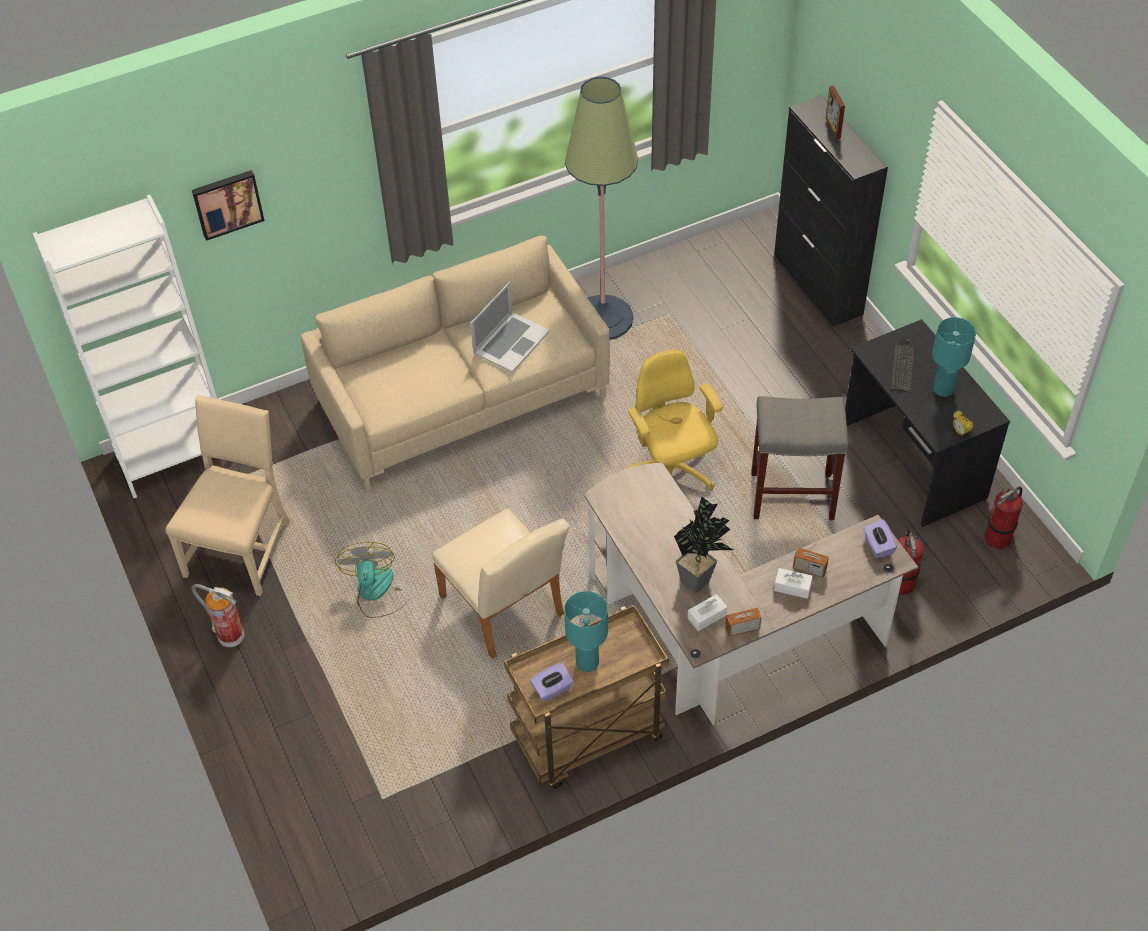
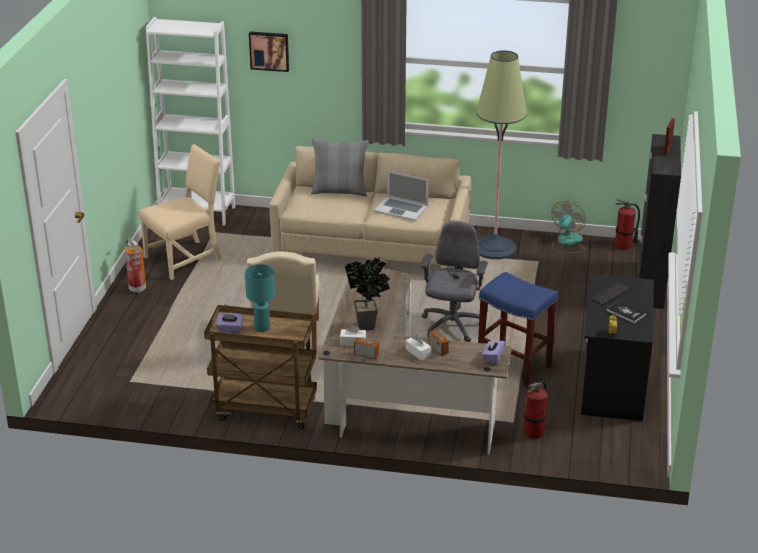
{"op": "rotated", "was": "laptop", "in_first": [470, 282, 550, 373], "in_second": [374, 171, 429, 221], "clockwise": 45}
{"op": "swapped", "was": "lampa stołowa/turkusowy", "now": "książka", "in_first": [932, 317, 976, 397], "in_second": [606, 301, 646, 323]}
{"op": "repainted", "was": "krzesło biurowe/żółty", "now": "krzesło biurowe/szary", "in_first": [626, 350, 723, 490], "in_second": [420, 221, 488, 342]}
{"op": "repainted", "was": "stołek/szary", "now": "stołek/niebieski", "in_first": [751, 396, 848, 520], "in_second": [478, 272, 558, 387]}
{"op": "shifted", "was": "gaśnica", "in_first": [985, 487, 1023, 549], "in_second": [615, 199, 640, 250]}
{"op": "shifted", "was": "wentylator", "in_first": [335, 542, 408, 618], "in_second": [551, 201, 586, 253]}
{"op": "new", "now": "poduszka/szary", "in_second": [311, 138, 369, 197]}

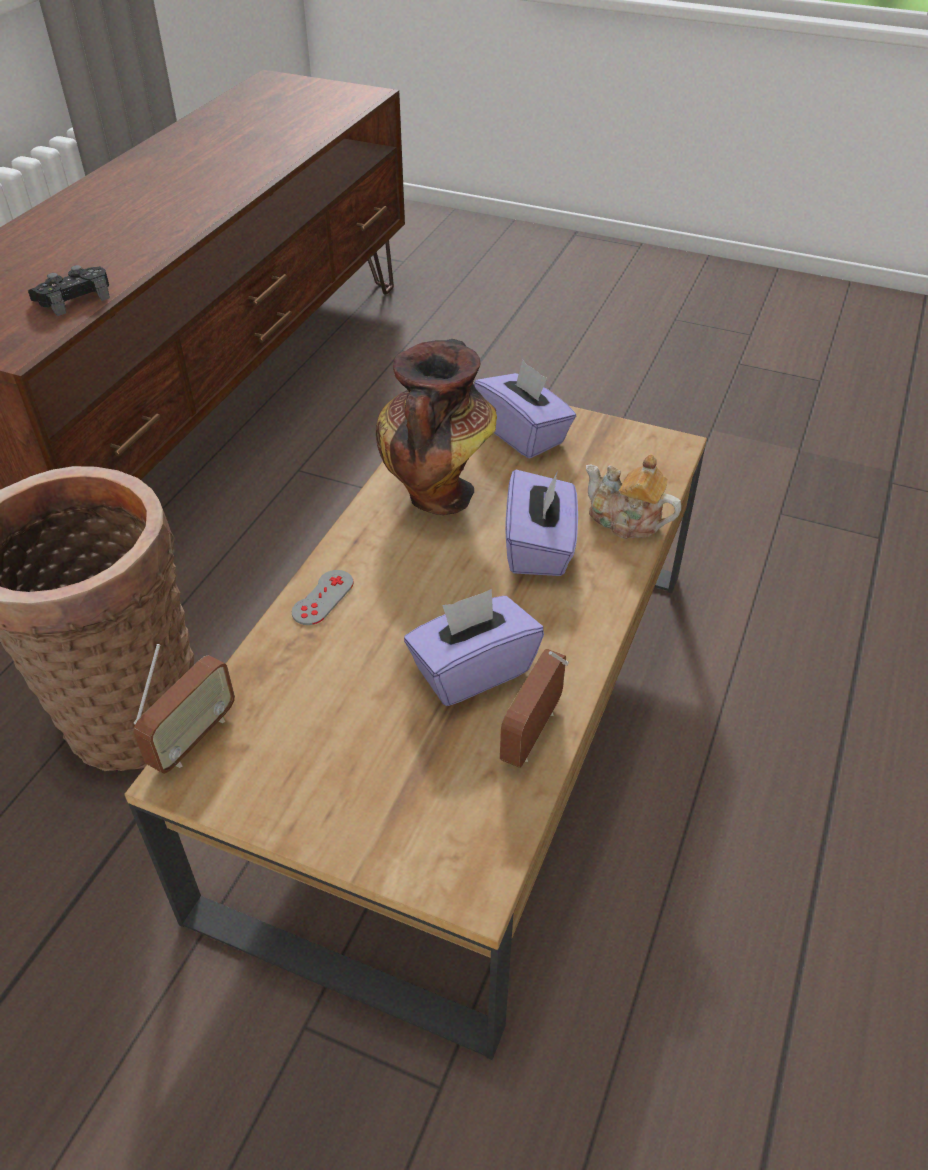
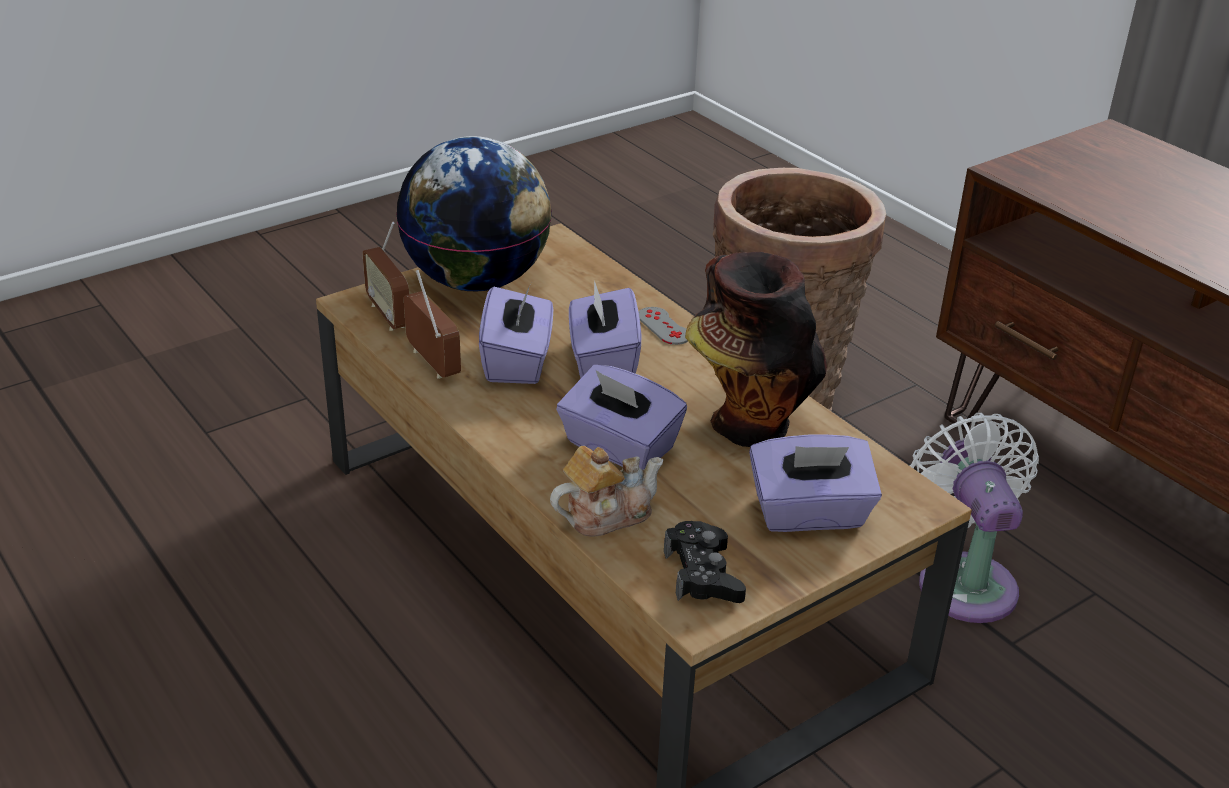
{"op": "shifted", "was": "pad do gier/czarny", "in_first": [28, 265, 110, 316], "in_second": [664, 521, 746, 603]}
{"op": "shifted", "was": "radio", "in_first": [133, 644, 235, 774], "in_second": [362, 222, 409, 331]}
{"op": "new", "now": "globus", "in_second": [396, 136, 552, 291]}
{"op": "new", "now": "pudełko chusteczek/fioletowy", "in_second": [569, 281, 641, 379]}
{"op": "new", "now": "wentylator/biały", "in_second": [909, 413, 1039, 623]}

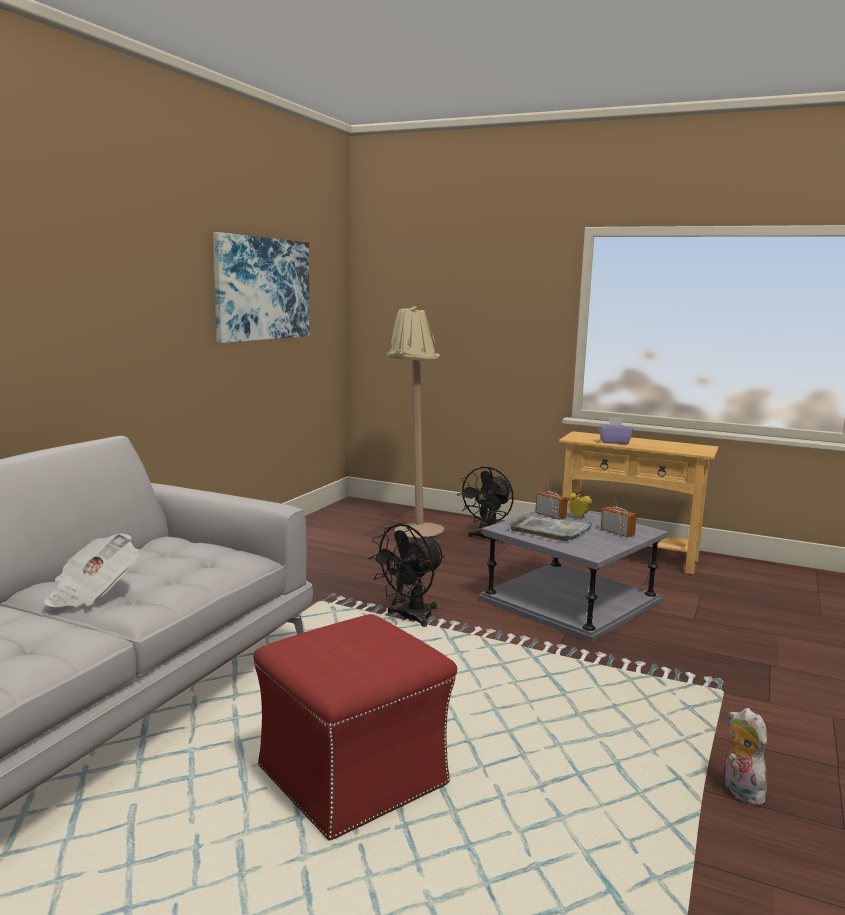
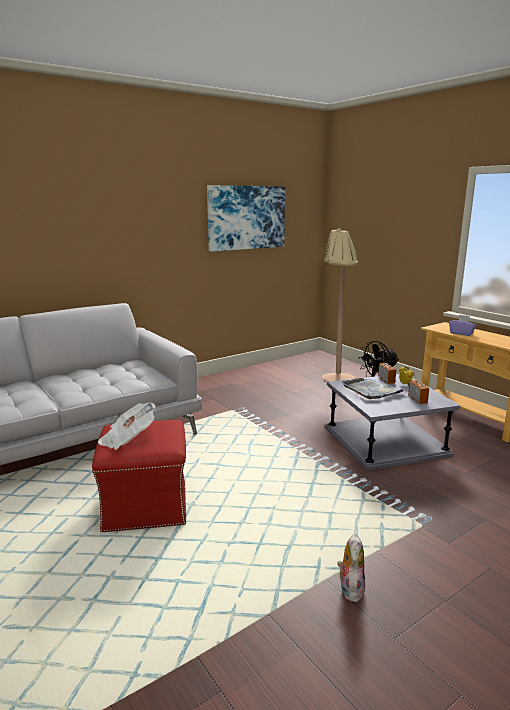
{"op": "gone", "was": "wentylator/czarny", "in_first": [368, 524, 445, 627]}
{"op": "shifted", "was": "gazeta", "in_first": [44, 533, 139, 607], "in_second": [98, 403, 156, 450]}

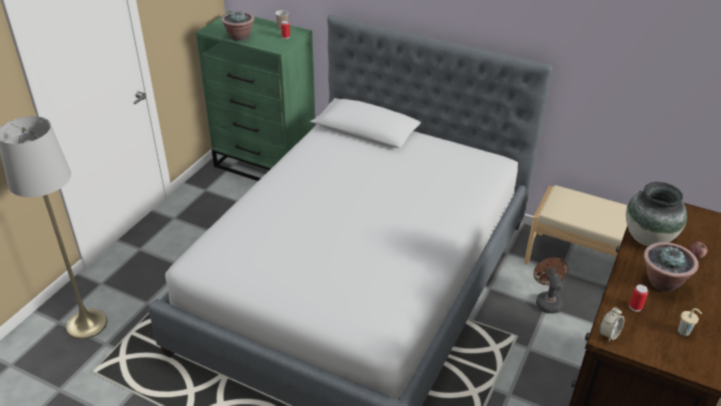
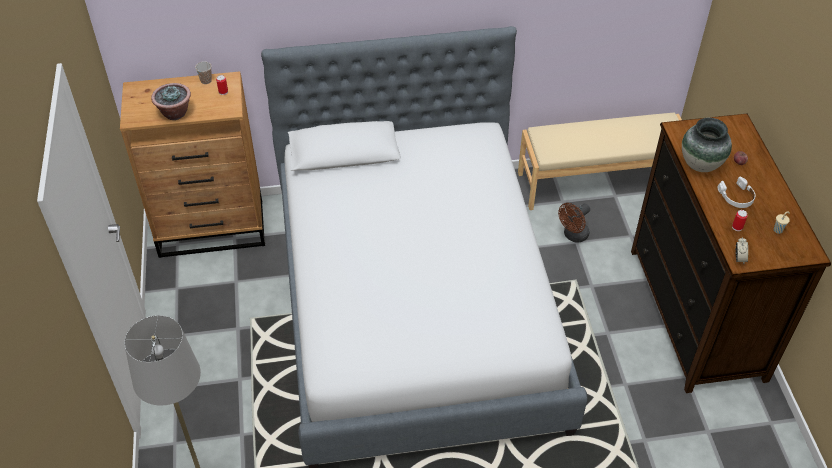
{"op": "repainted", "was": "komoda/zielony", "now": "komoda/brązowy", "in_first": [195, 11, 316, 181], "in_second": [120, 71, 265, 258]}
{"op": "swapped", "was": "roślina doniczkowa", "now": "słuchawki/biały", "in_first": [643, 242, 699, 291], "in_second": [718, 177, 756, 208]}
{"op": "rotated", "was": "wentylator/brązowy", "in_first": [534, 258, 569, 314], "in_second": [558, 203, 590, 242], "clockwise": -90}

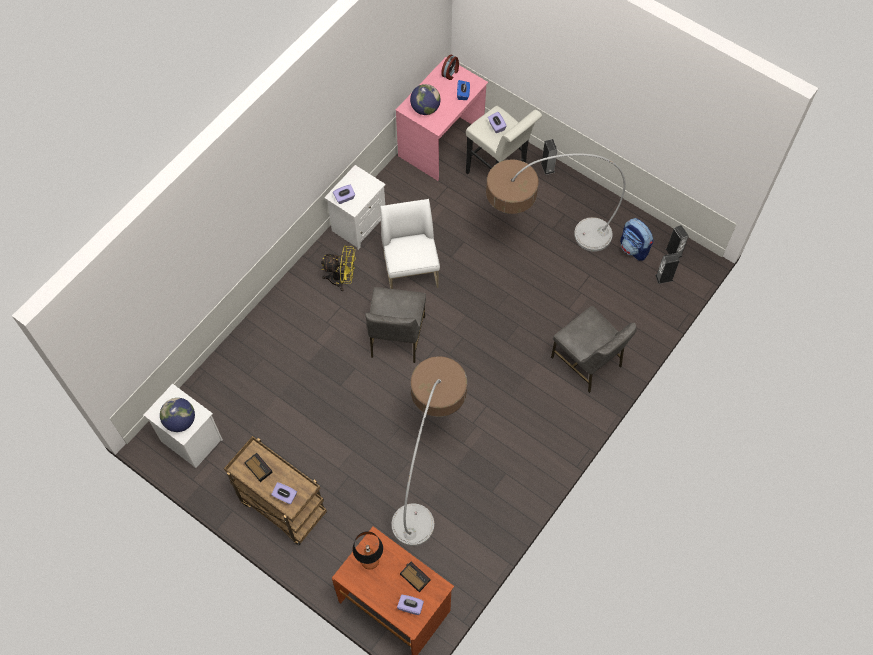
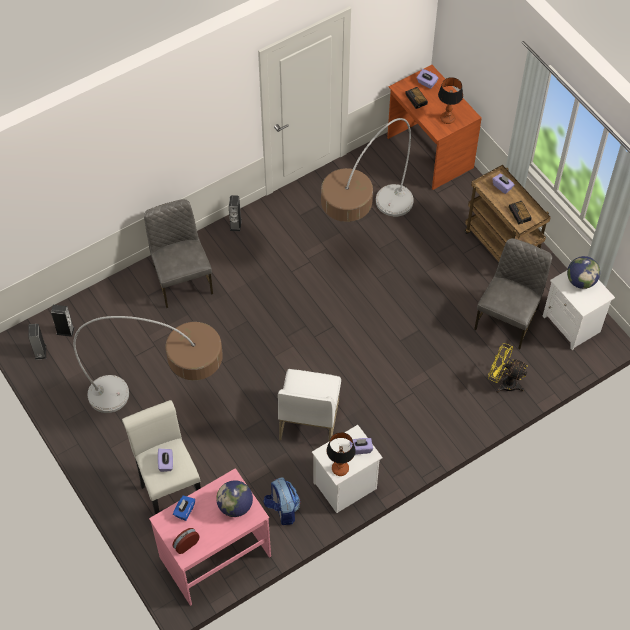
{"op": "shifted", "was": "głośnik", "in_first": [541, 139, 557, 175], "in_second": [229, 195, 242, 231]}
{"op": "shifted", "was": "plecak", "in_first": [620, 218, 654, 261], "in_second": [264, 477, 300, 525]}
{"op": "shifted", "was": "wentylator/żółty", "in_first": [321, 246, 356, 291], "in_second": [488, 343, 528, 393]}
{"op": "shifted", "was": "krzesło/szary", "in_first": [365, 287, 426, 363], "in_second": [474, 238, 552, 350]}
{"op": "new", "now": "lampa stołowa", "in_second": [327, 432, 356, 476]}

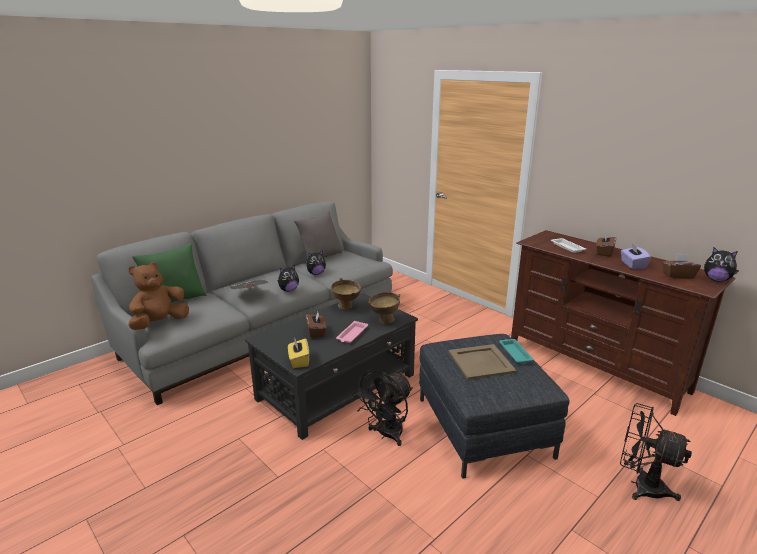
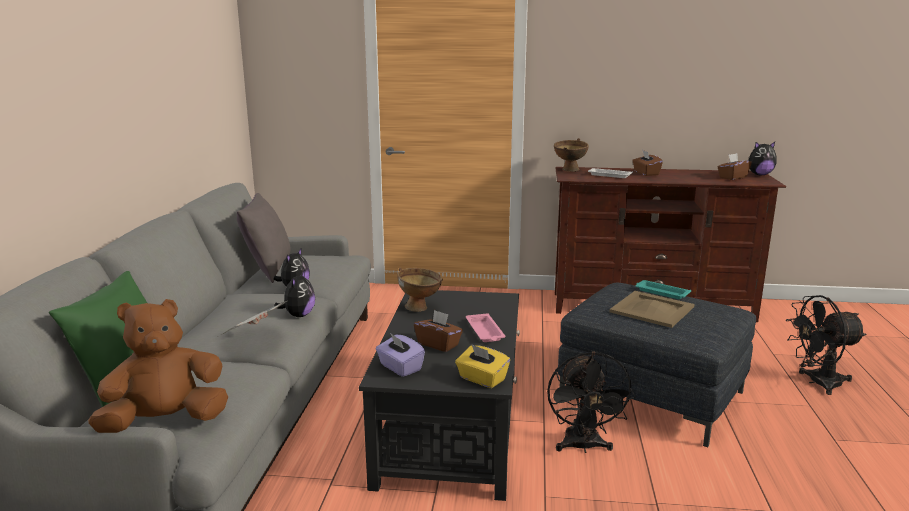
{"op": "shifted", "was": "pudełko chusteczek/fioletowy", "in_first": [621, 244, 651, 269], "in_second": [376, 333, 425, 377]}
{"op": "rotated", "was": "pluszak/brązowy", "in_first": [128, 262, 189, 330], "in_second": [88, 299, 228, 433], "clockwise": 60}
{"op": "shifted", "was": "miska/brązowy", "in_first": [368, 292, 400, 324], "in_second": [554, 138, 589, 172]}

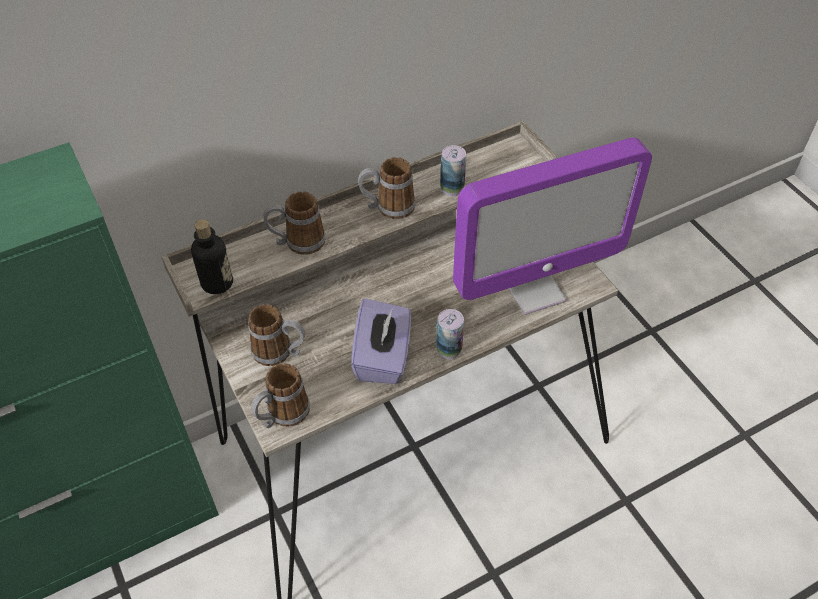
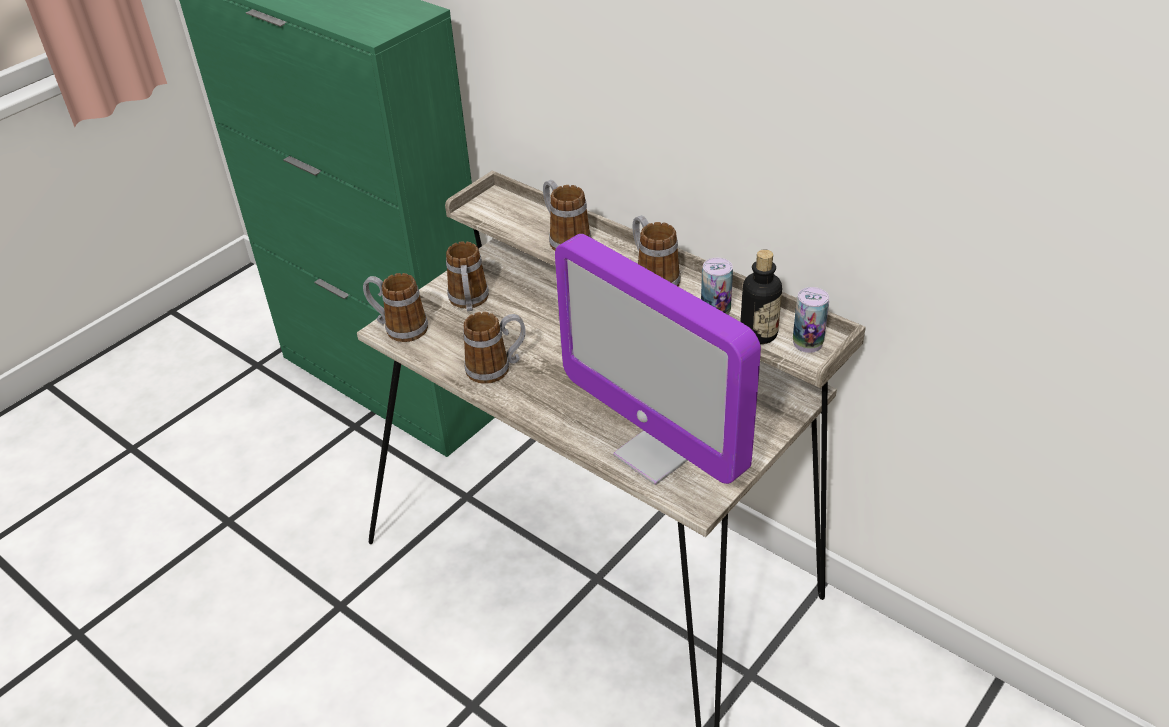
{"op": "shifted", "was": "butelka", "in_first": [191, 219, 233, 294], "in_second": [740, 250, 782, 344]}
{"op": "swapped", "was": "pudełko chusteczek/fioletowy", "now": "kubek", "in_first": [351, 298, 411, 384], "in_second": [463, 312, 526, 384]}
{"op": "shifted", "was": "puszka", "in_first": [436, 309, 464, 359], "in_second": [793, 287, 829, 353]}

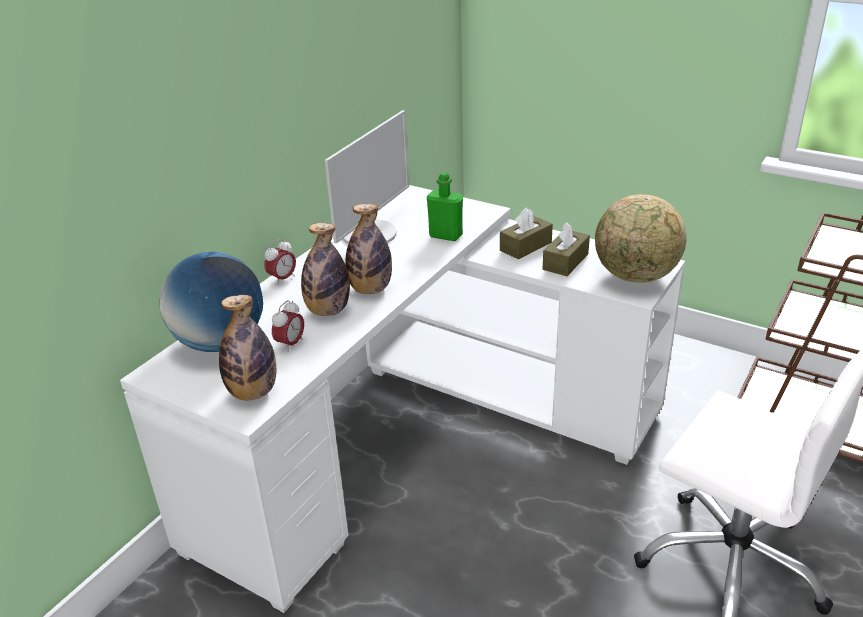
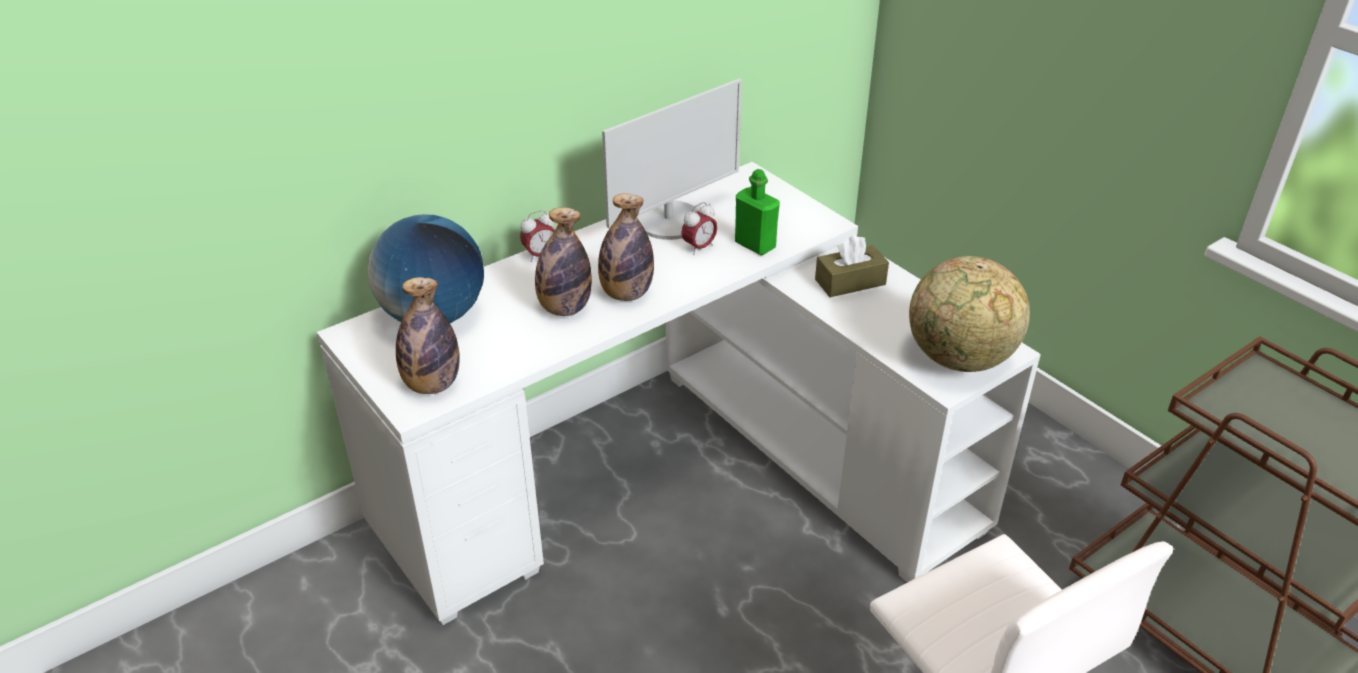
{"op": "gone", "was": "pudełko chusteczek/brązowy", "in_first": [543, 222, 590, 276]}
{"op": "shifted", "was": "budzik", "in_first": [272, 300, 304, 352], "in_second": [681, 202, 718, 255]}

